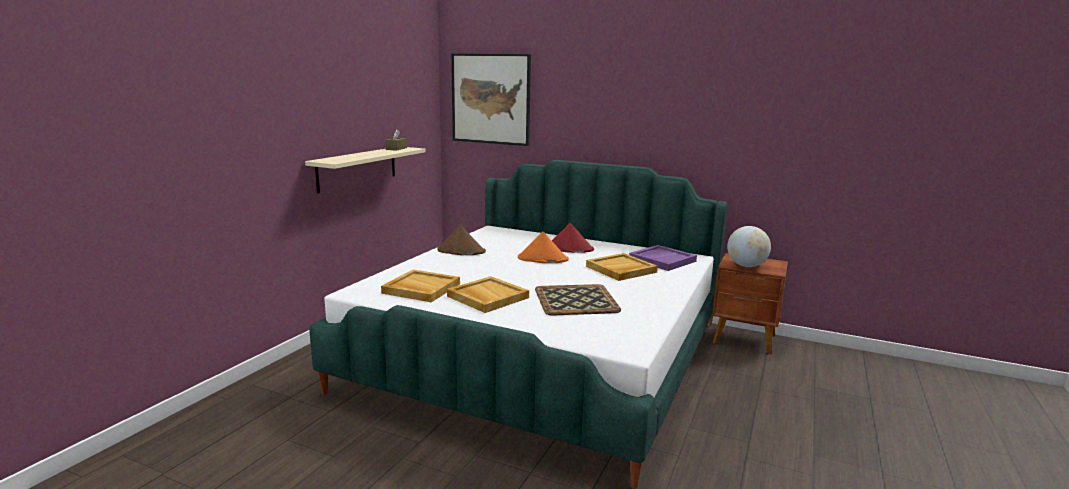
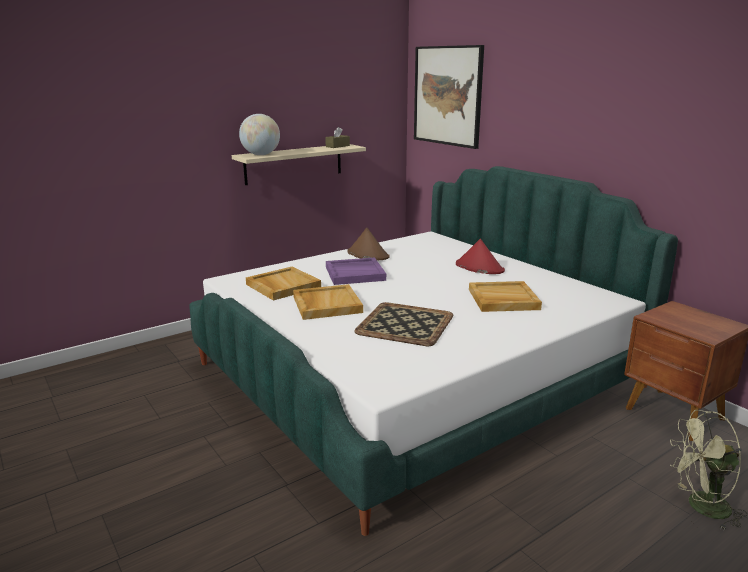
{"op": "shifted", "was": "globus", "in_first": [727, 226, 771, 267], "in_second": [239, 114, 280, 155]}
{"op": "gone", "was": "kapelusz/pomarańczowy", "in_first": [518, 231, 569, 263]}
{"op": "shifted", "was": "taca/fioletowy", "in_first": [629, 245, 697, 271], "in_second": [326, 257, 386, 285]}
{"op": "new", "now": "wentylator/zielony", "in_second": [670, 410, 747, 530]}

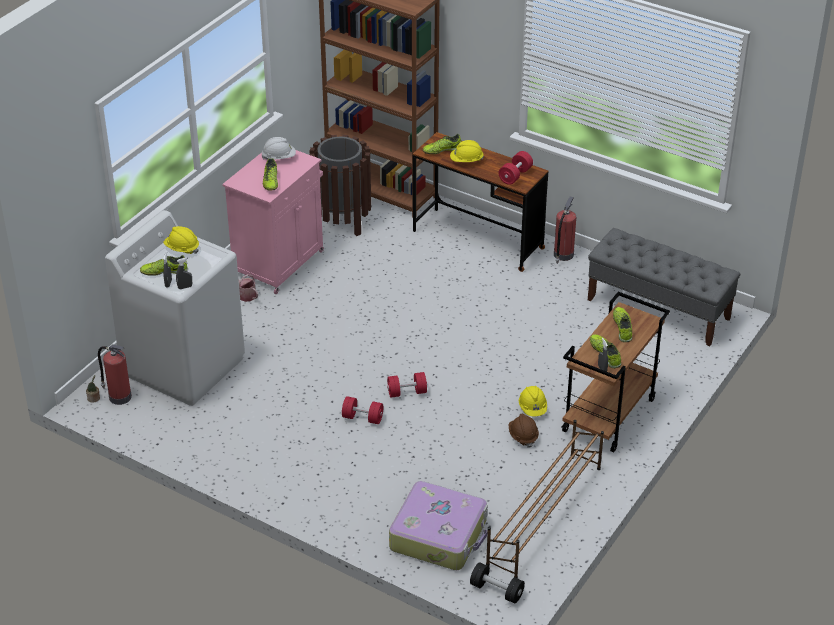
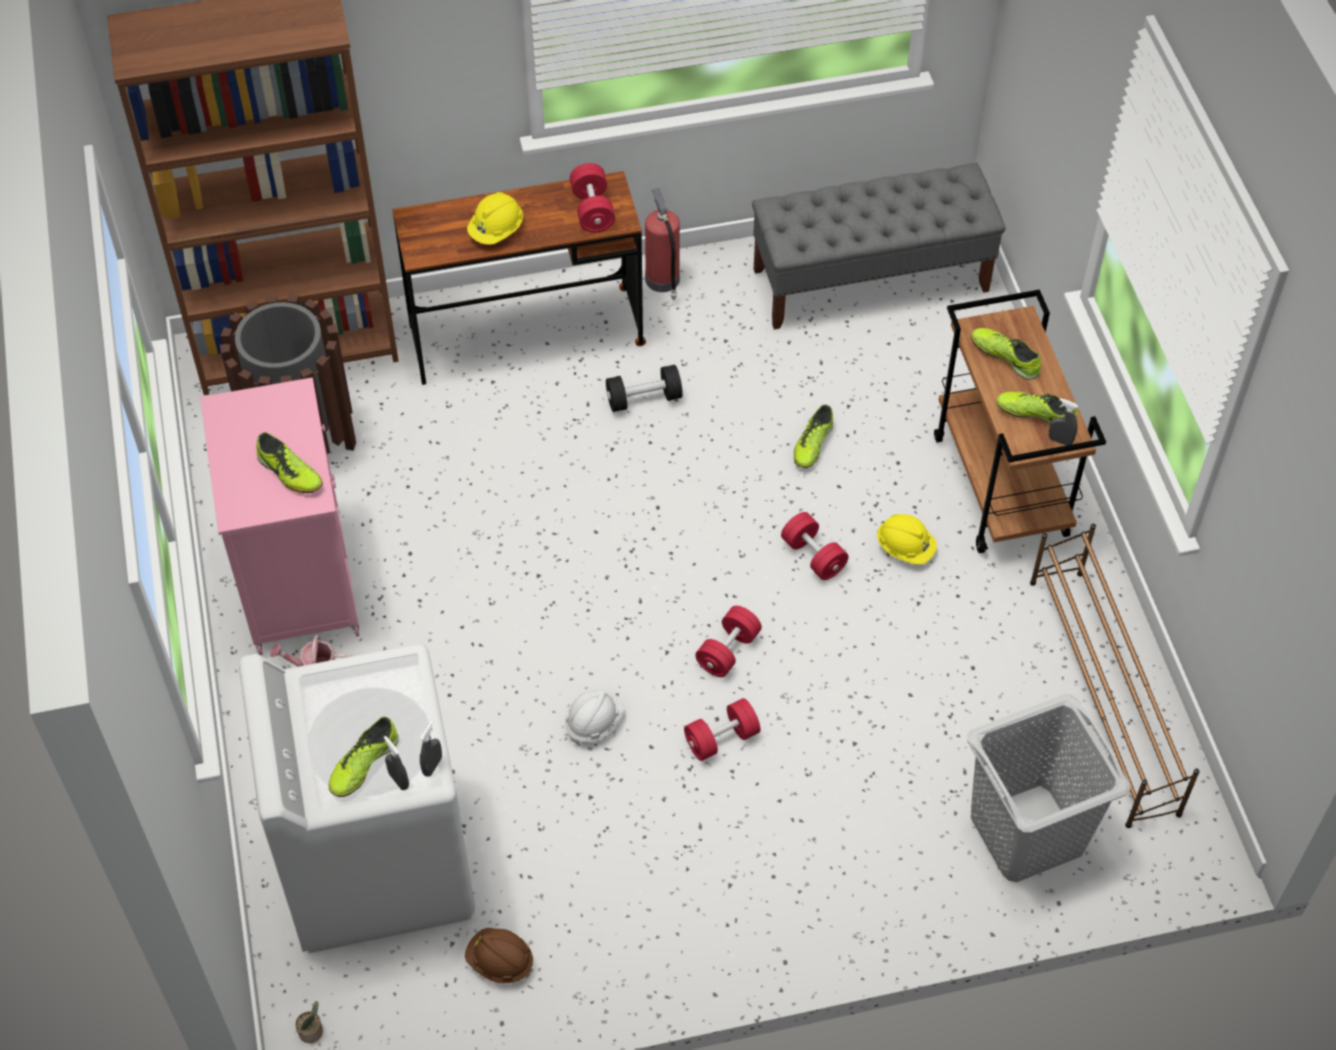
{"op": "shifted", "was": "but", "in_first": [423, 134, 461, 154], "in_second": [794, 405, 833, 468]}
{"op": "shifted", "was": "kask/biały", "in_first": [262, 137, 296, 160], "in_second": [565, 689, 624, 746]}
{"op": "gone", "was": "kask/żółty", "in_first": [163, 226, 199, 254]}
{"op": "gone", "was": "gaśnica", "in_first": [98, 344, 132, 405]}
{"op": "shifted", "was": "kask/brązowy", "in_first": [509, 414, 539, 448], "in_second": [465, 928, 533, 983]}
{"op": "swapped", "was": "walizka", "now": "kosz na pranie/szary", "in_first": [389, 481, 488, 570], "in_second": [967, 694, 1130, 882]}
{"op": "shifted", "was": "hantel/czarny", "in_first": [470, 562, 525, 603], "in_second": [606, 365, 683, 412]}
{"op": "new", "now": "hantel/czerwony", "in_second": [781, 512, 849, 580]}

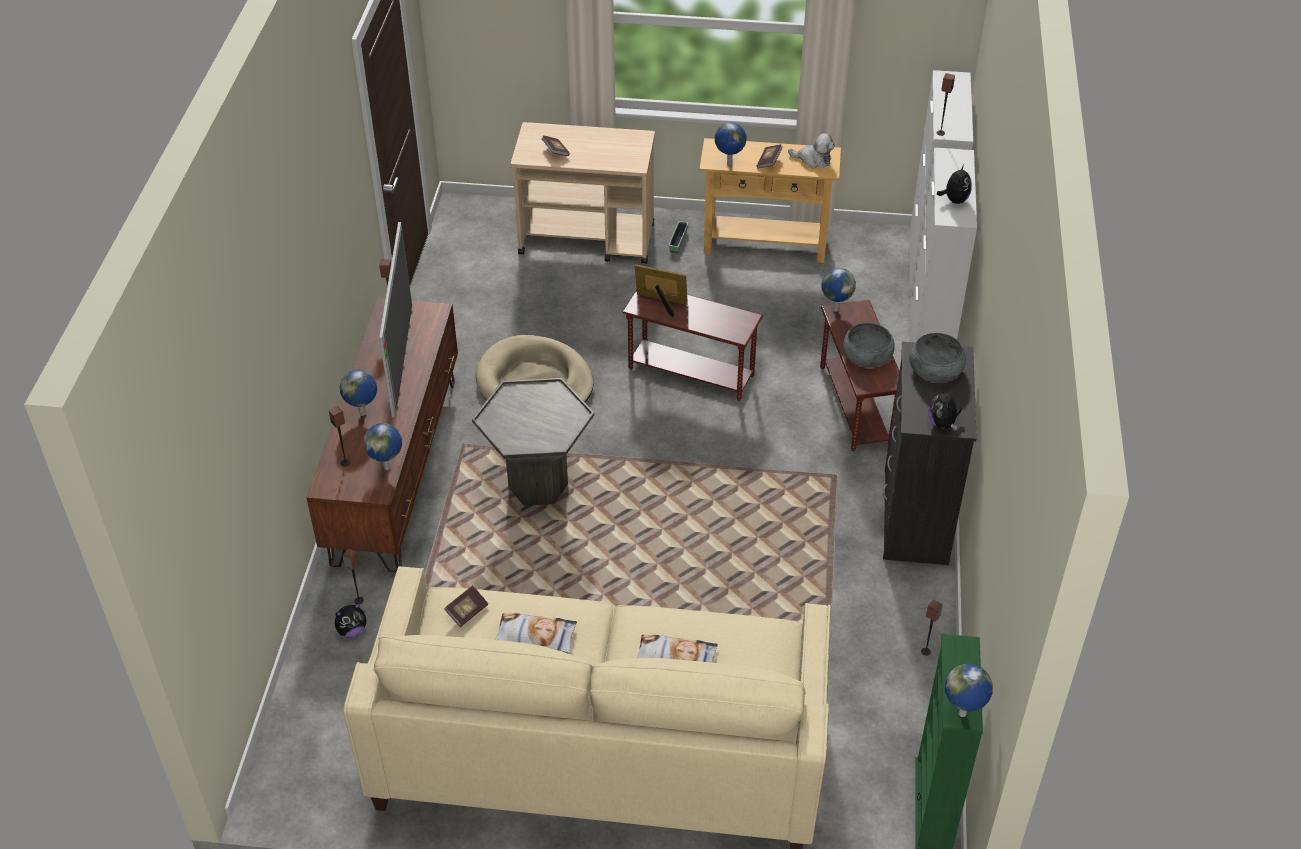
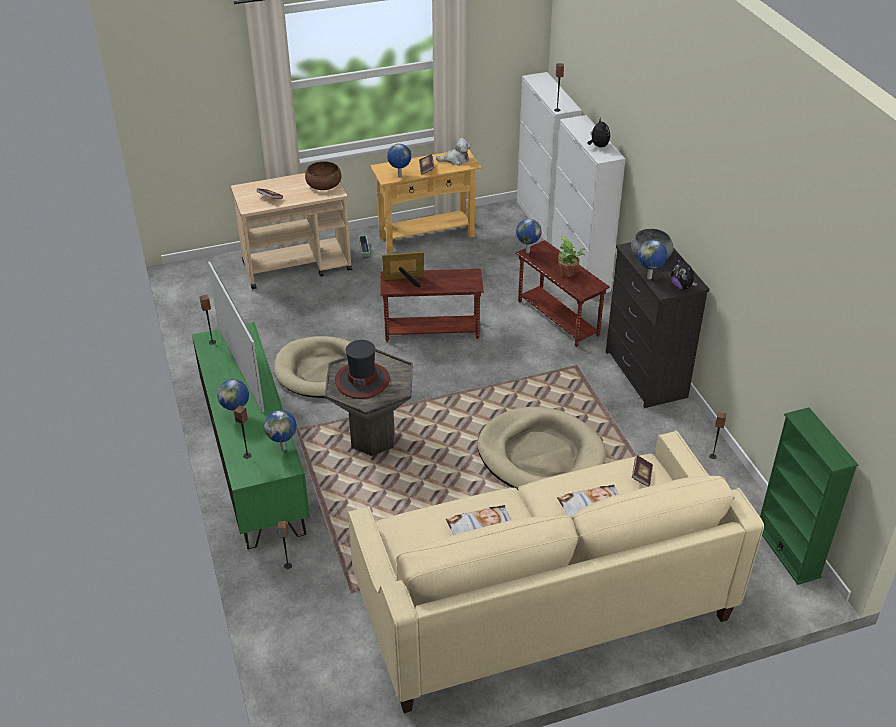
{"op": "repainted", "was": "szafka pod telewizor/brązowy", "now": "szafka pod telewizor/zielony", "in_first": [306, 298, 458, 572], "in_second": [192, 322, 310, 549]}
{"op": "swapped", "was": "miska/szary", "now": "roślina doniczkowa", "in_first": [843, 323, 895, 368], "in_second": [557, 237, 585, 277]}
{"op": "shifted", "was": "książka", "in_first": [444, 585, 488, 627], "in_second": [632, 455, 653, 487]}
{"op": "gone", "was": "pluszak", "in_first": [335, 603, 367, 637]}
{"op": "shifted", "was": "globus", "in_first": [945, 664, 993, 717], "in_second": [638, 240, 668, 279]}
{"op": "new", "now": "miska/brązowy", "in_second": [305, 161, 341, 190]}
{"op": "new", "now": "kapelusz", "in_second": [335, 340, 390, 399]}
{"op": "new", "now": "legowisko/beżowy", "in_second": [477, 407, 606, 490]}

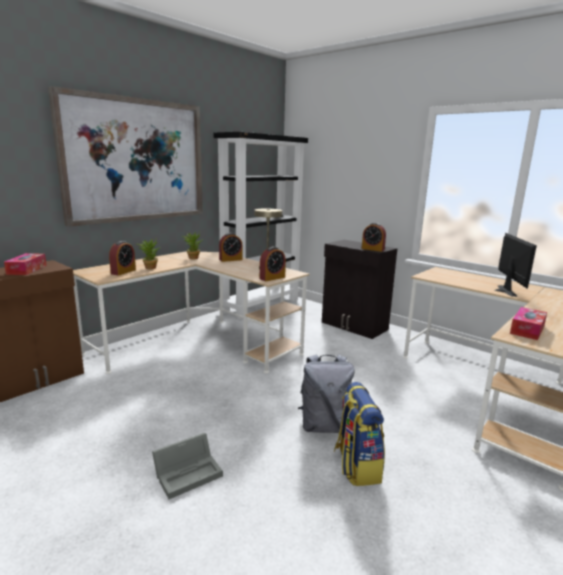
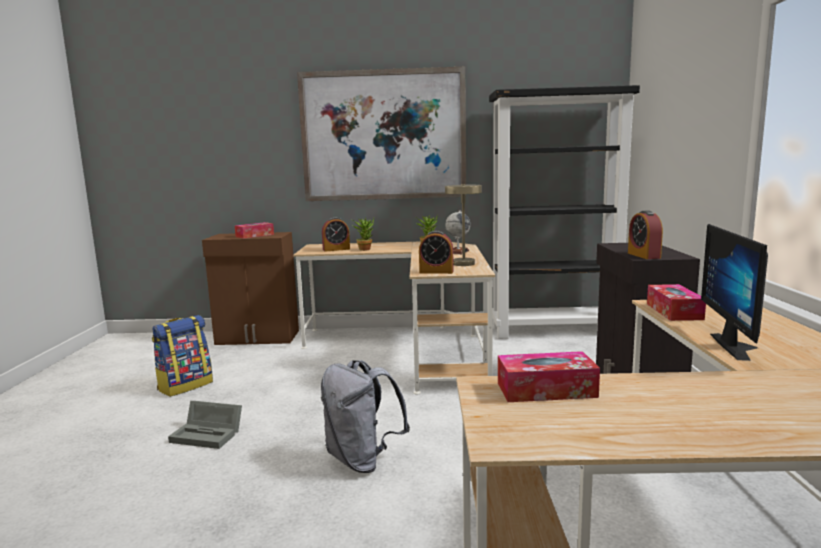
{"op": "swapped", "was": "budzik", "now": "globus", "in_first": [219, 233, 242, 262], "in_second": [445, 210, 470, 254]}
{"op": "rotated", "was": "monitor", "in_first": [494, 233, 537, 297], "in_second": [701, 224, 768, 361], "clockwise": 135}
{"op": "shifted", "was": "plecak", "in_first": [334, 382, 385, 486], "in_second": [152, 315, 213, 397]}
{"op": "new", "now": "pudełko chusteczek", "in_second": [647, 284, 706, 321]}

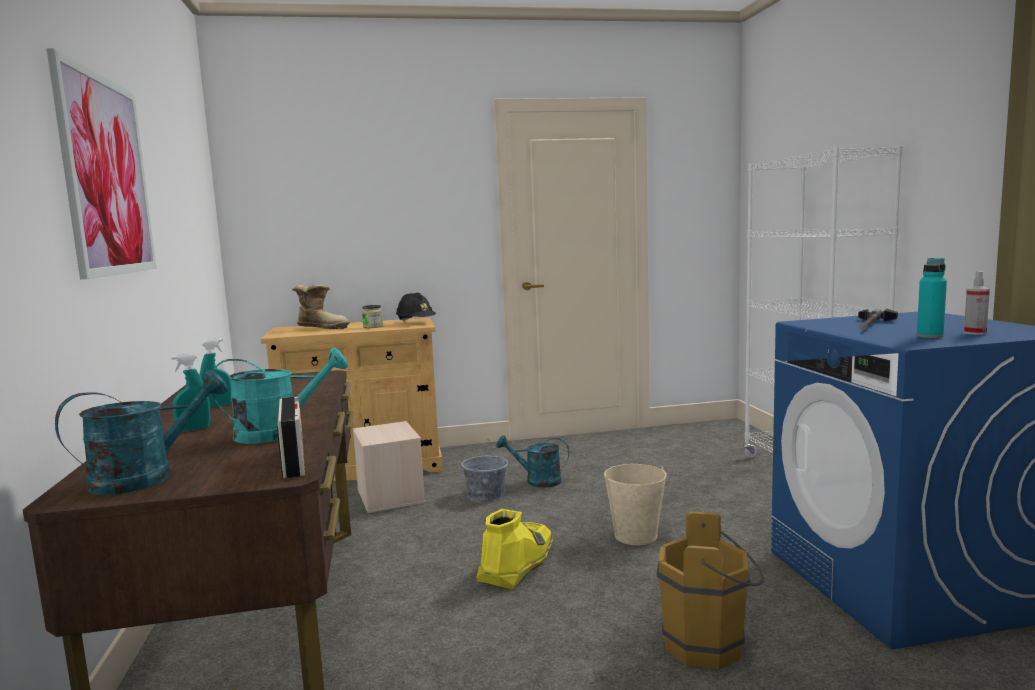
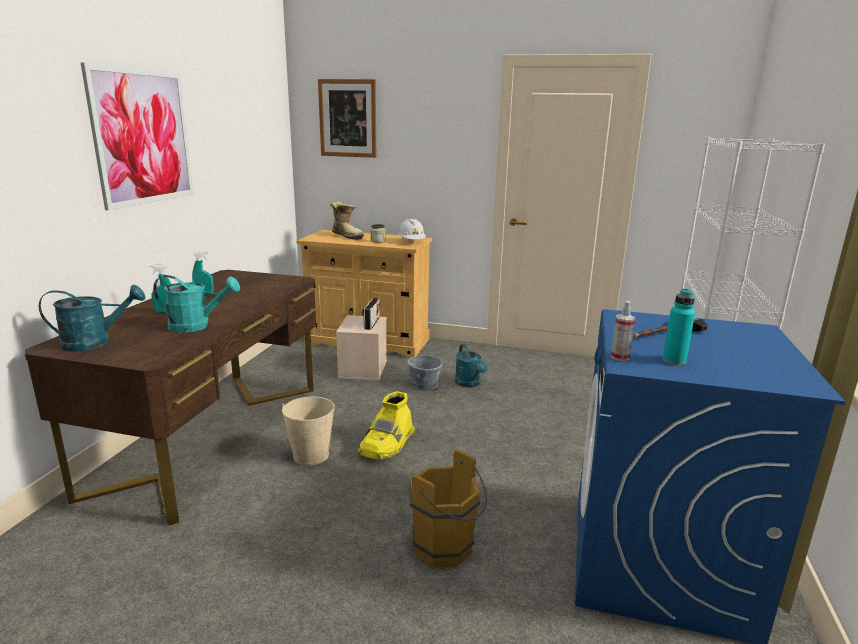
{"op": "shifted", "was": "spryskiwacz", "in_first": [964, 271, 990, 335], "in_second": [611, 301, 635, 361]}
{"op": "repainted", "was": "kask/czarny", "now": "kask/biały", "in_first": [396, 293, 436, 322], "in_second": [398, 219, 426, 239]}
{"op": "shifted", "was": "radio", "in_first": [277, 397, 305, 478], "in_second": [364, 298, 380, 330]}
{"op": "rotated", "was": "konewka/turkusowy", "in_first": [496, 435, 569, 488], "in_second": [455, 344, 488, 388], "clockwise": -150}
{"op": "shifted", "was": "wiadro/beżowy", "in_first": [604, 464, 667, 545], "in_second": [282, 396, 335, 466]}
{"op": "rotated", "was": "but z cholewką/żółty", "in_first": [477, 509, 554, 590], "in_second": [358, 391, 415, 460], "clockwise": 150}
{"op": "new", "now": "obraz", "in_second": [318, 79, 376, 158]}

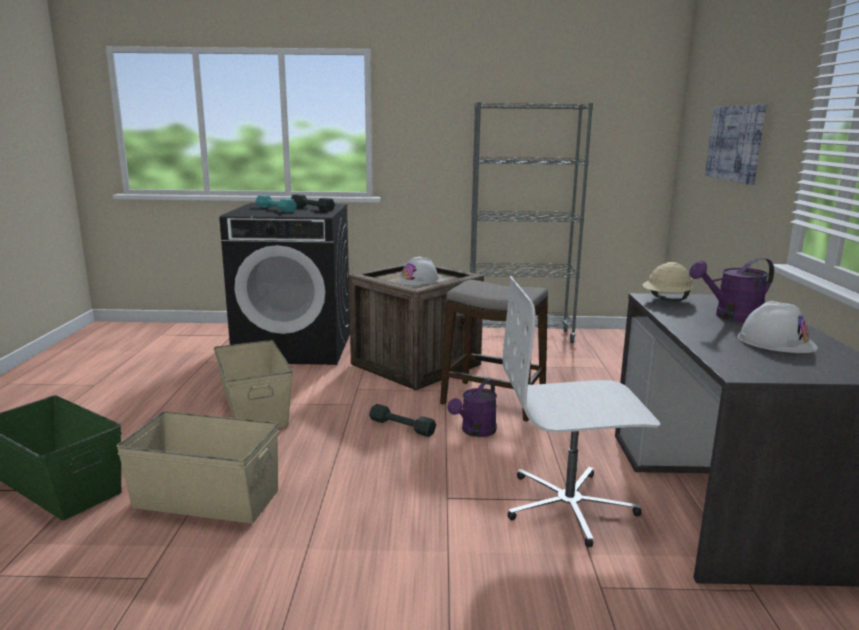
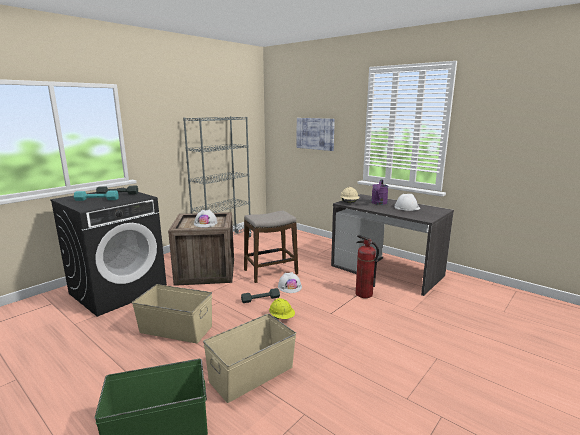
{"op": "swapped", "was": "krzesło biurowe/biały", "now": "gaśnica", "in_first": [503, 276, 660, 547], "in_second": [356, 235, 379, 298]}
{"op": "swapped", "was": "konewka/fioletowy", "now": "kask/biały", "in_first": [448, 379, 497, 437], "in_second": [278, 272, 302, 293]}
{"op": "new", "now": "kask/żółty", "in_second": [269, 298, 295, 319]}

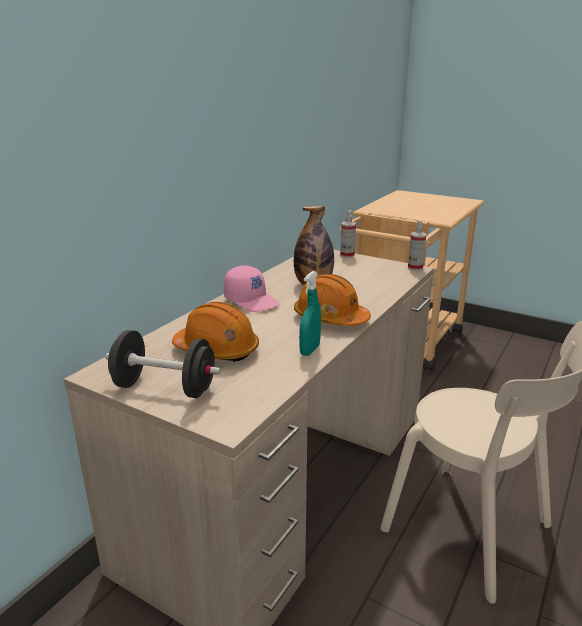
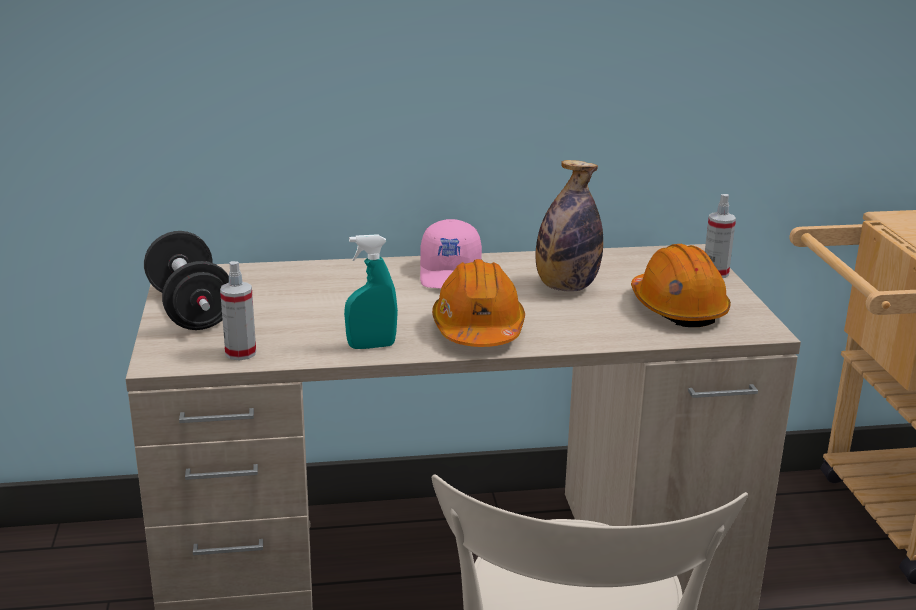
{"op": "shifted", "was": "spryskiwacz", "in_first": [408, 220, 426, 271], "in_second": [220, 261, 256, 360]}
{"op": "shifted", "was": "kask/pomarańczowy", "in_first": [172, 302, 259, 362], "in_second": [631, 244, 731, 327]}

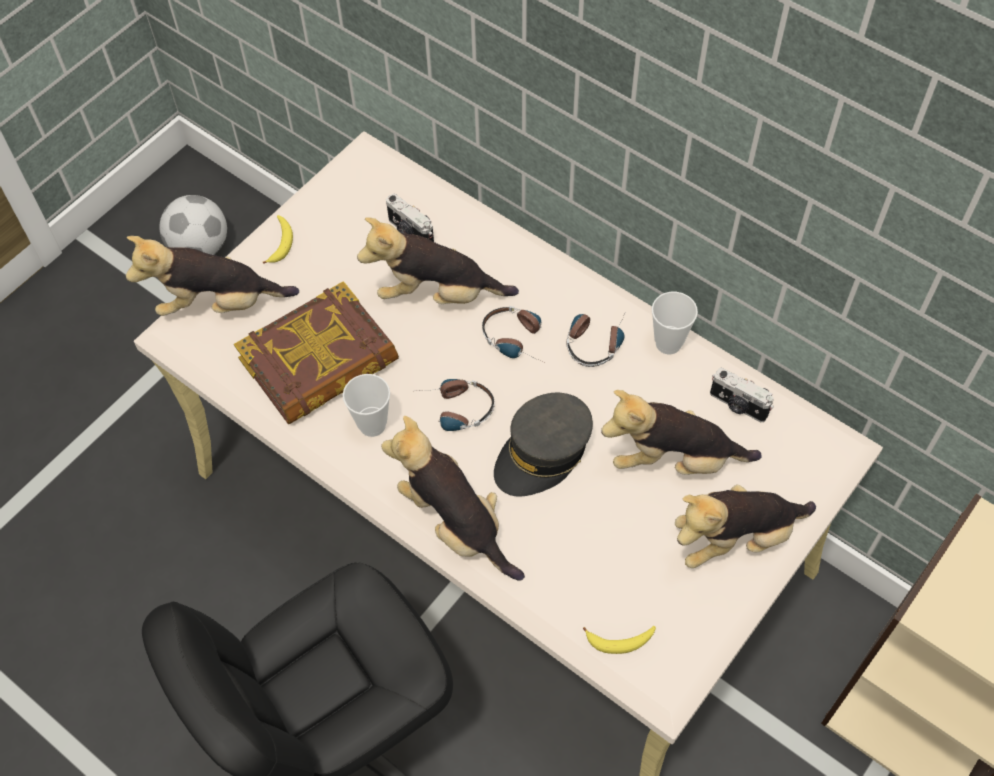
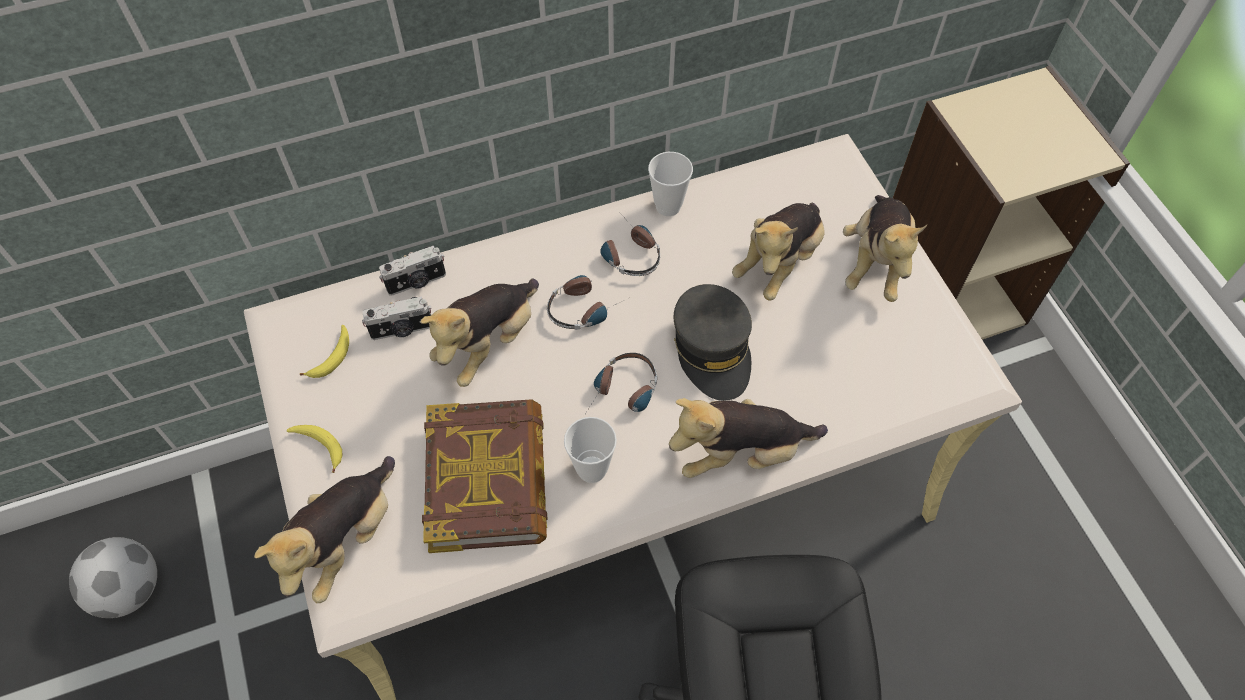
{"op": "shifted", "was": "aparat fotograficzny", "in_first": [710, 368, 774, 422], "in_second": [379, 246, 446, 296]}
{"op": "shifted", "was": "banan", "in_first": [583, 626, 656, 654], "in_second": [300, 325, 349, 378]}

